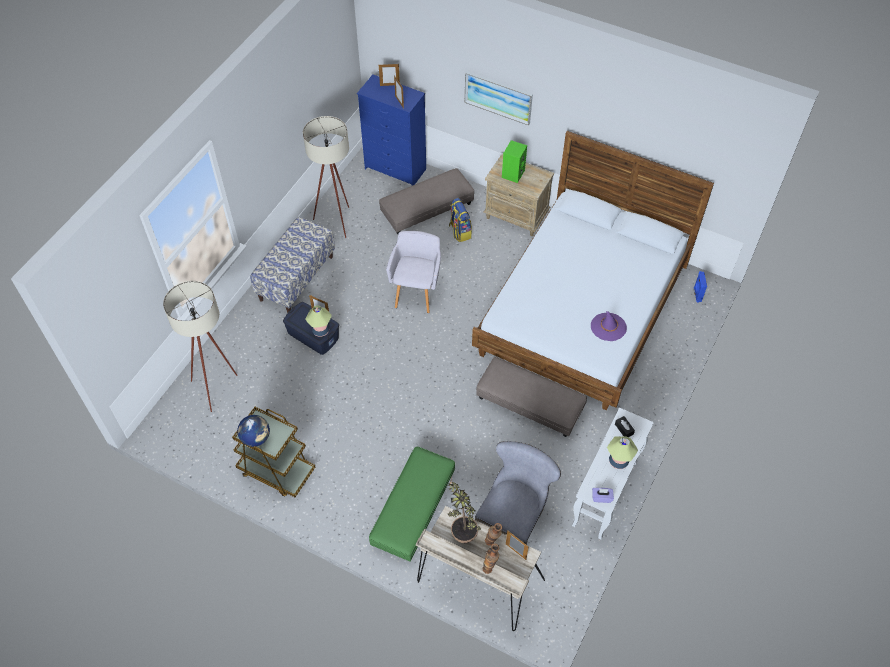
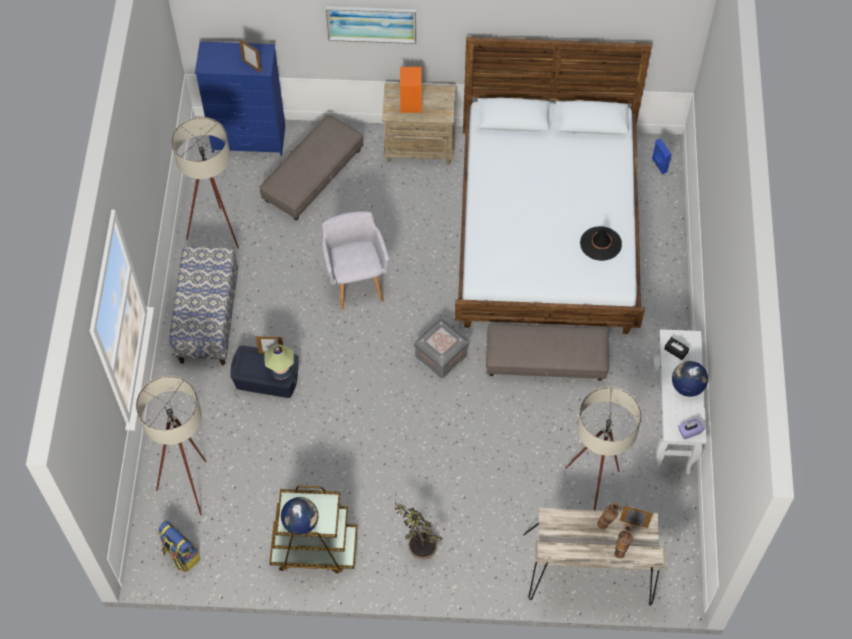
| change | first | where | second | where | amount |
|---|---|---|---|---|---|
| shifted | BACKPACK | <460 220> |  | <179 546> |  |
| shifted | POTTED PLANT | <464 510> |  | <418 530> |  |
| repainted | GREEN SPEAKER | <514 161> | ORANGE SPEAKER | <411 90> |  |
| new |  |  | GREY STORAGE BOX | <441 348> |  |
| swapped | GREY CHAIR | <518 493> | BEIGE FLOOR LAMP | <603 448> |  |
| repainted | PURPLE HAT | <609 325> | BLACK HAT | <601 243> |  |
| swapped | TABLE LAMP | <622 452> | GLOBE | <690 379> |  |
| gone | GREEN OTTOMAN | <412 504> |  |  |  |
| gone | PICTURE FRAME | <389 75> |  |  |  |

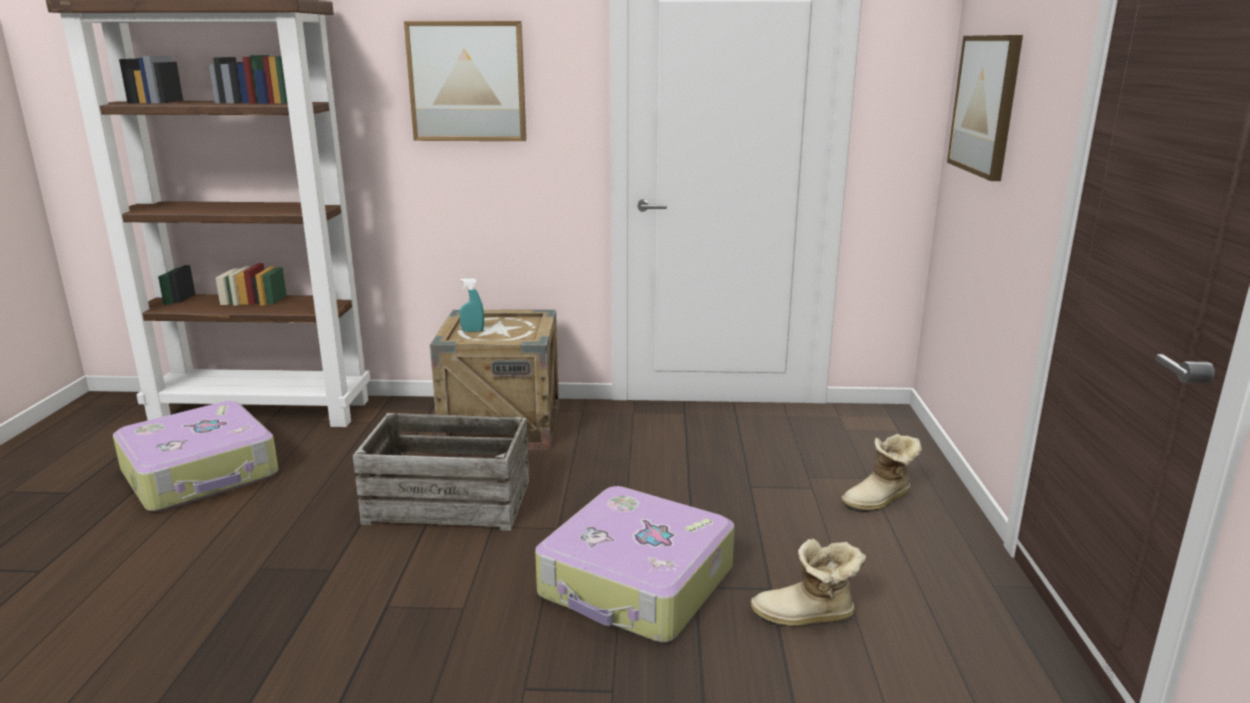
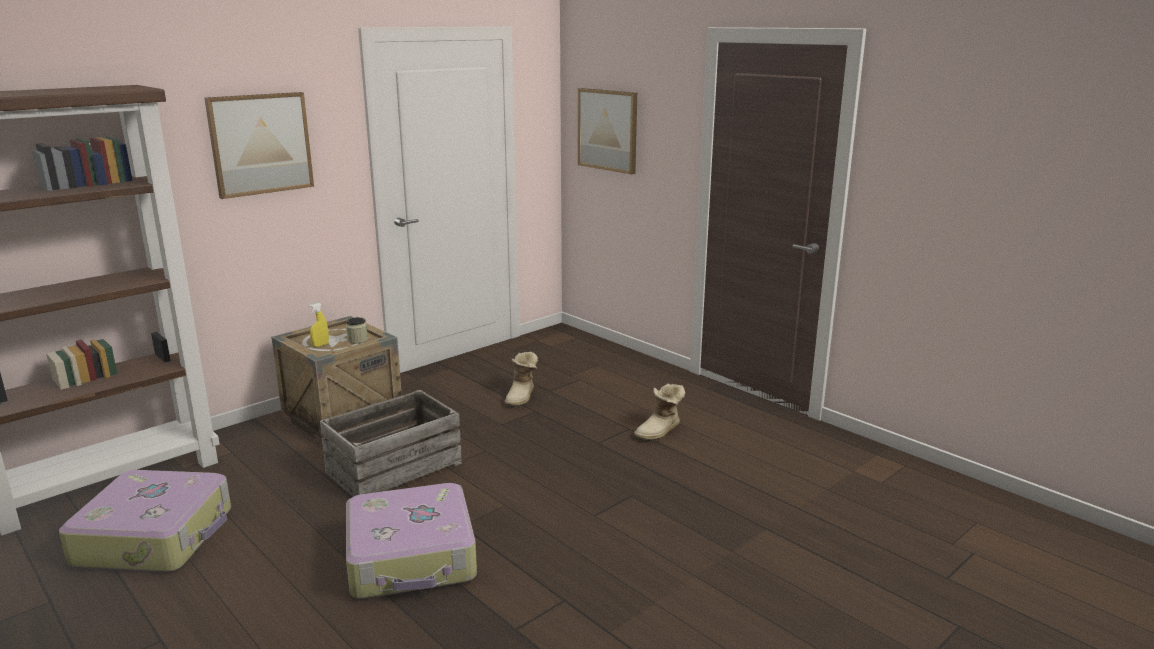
| change | first | where | second | where | amount |
|---|---|---|---|---|---|
| repainted | TURQUOISE SPRAY BOTTLE | <471 305> | YELLOW SPRAY BOTTLE | <319 324> |  |
| new |  |  | JAR | <357 330> |  |
| shifted | SUITCASE | <635 564> |  | <411 540> |  |
| shifted | BOOT | <881 473> |  | <521 380> |  |

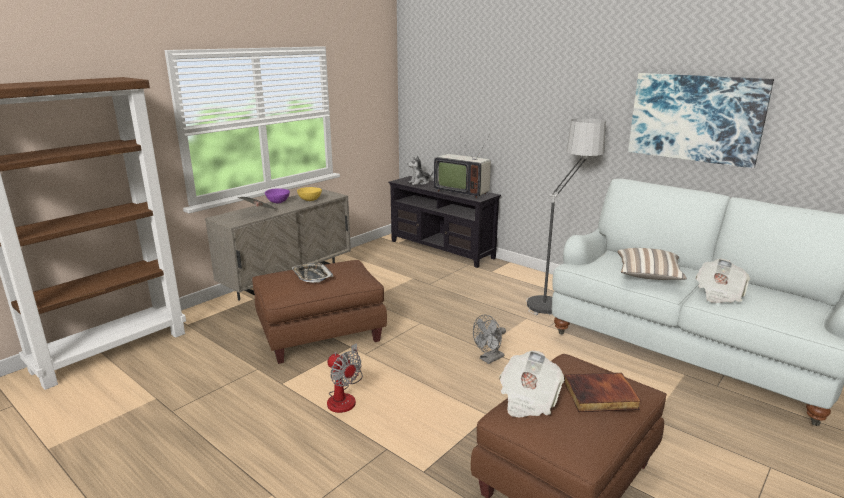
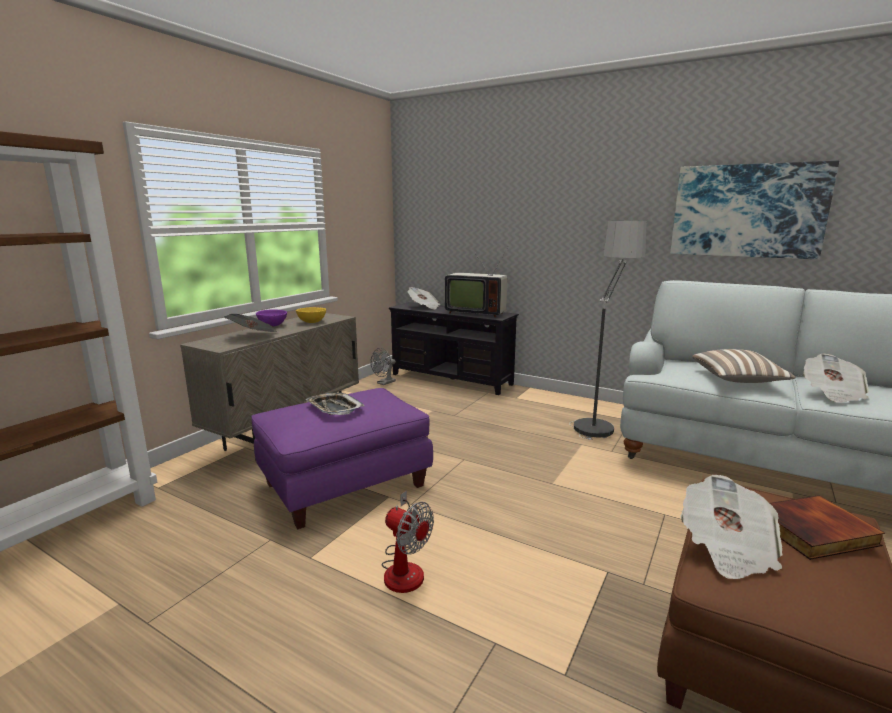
| change | first | where | second | where | amount |
|---|---|---|---|---|---|
| repainted | BROWN OTTOMAN | <319 312> | PURPLE OTTOMAN | <342 458> |  |
| shifted | GREY FAN | <489 339> |  | <383 366> |  |
| swapped | PLUSH TOY | <420 170> | NEWSPAPER | <423 298> |  |

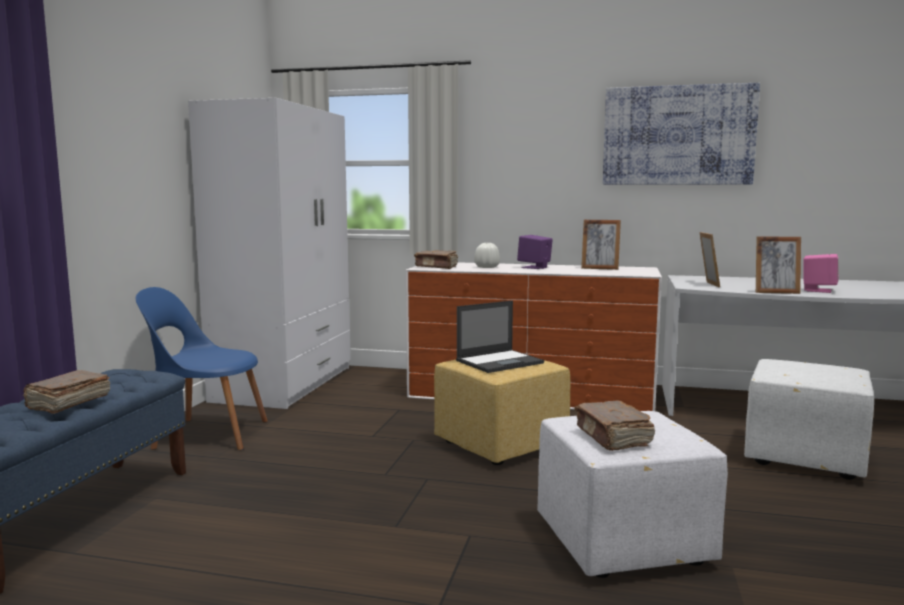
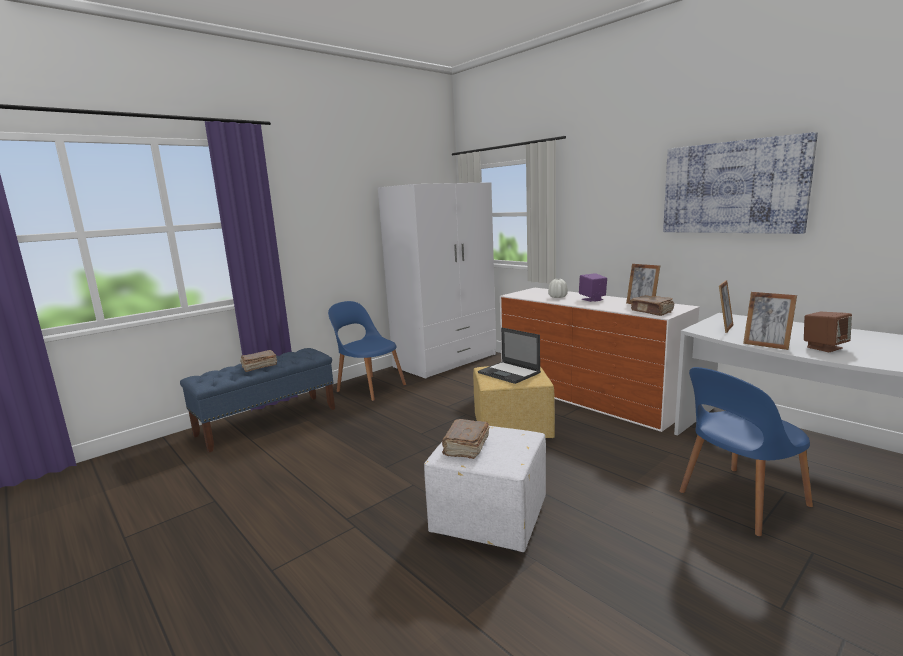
| change | first | where | second | where | amount |
|---|---|---|---|---|---|
| rotated | LAPTOP | <500 336> |  | <509 355> | 45 degrees clockwise |
| shifted | BROWN BOOK | <436 260> |  | <652 305> |  |
| swapped | WHITE OTTOMAN | <809 419> | BLUE CHAIR | <746 452> |  |
| repainted | PINK SPEAKER | <821 273> | BROWN SPEAKER | <828 332> |  |

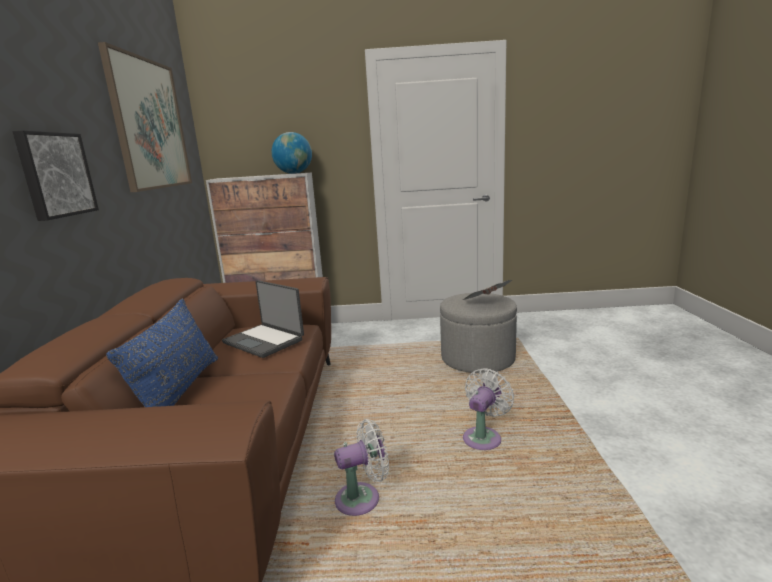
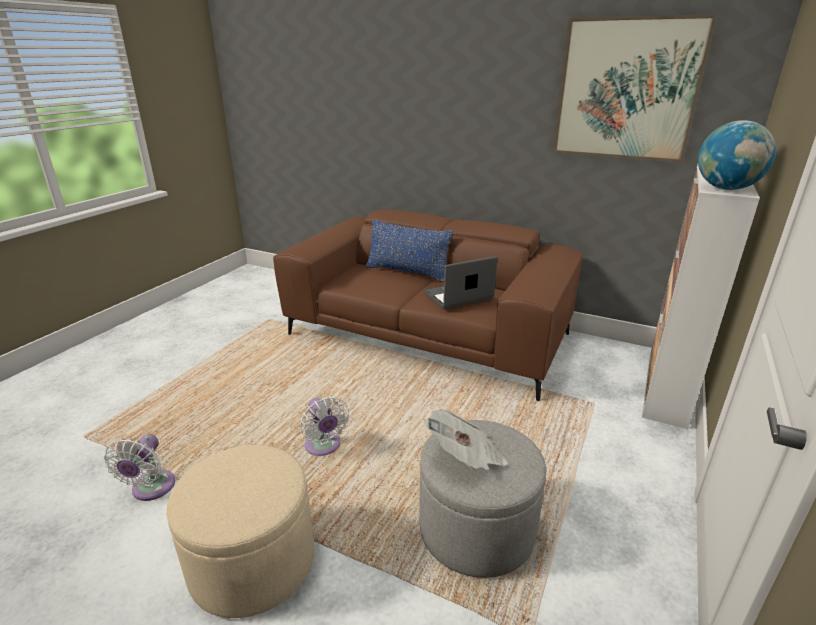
| change | first | where | second | where | amount |
|---|---|---|---|---|---|
| shifted | WHITE FAN | <361 467> |  | <139 467> |  |
| new |  |  | BEIGE OTTOMAN | <240 531> |  |
| gone | PICTURE | <56 176> |  |  |  |

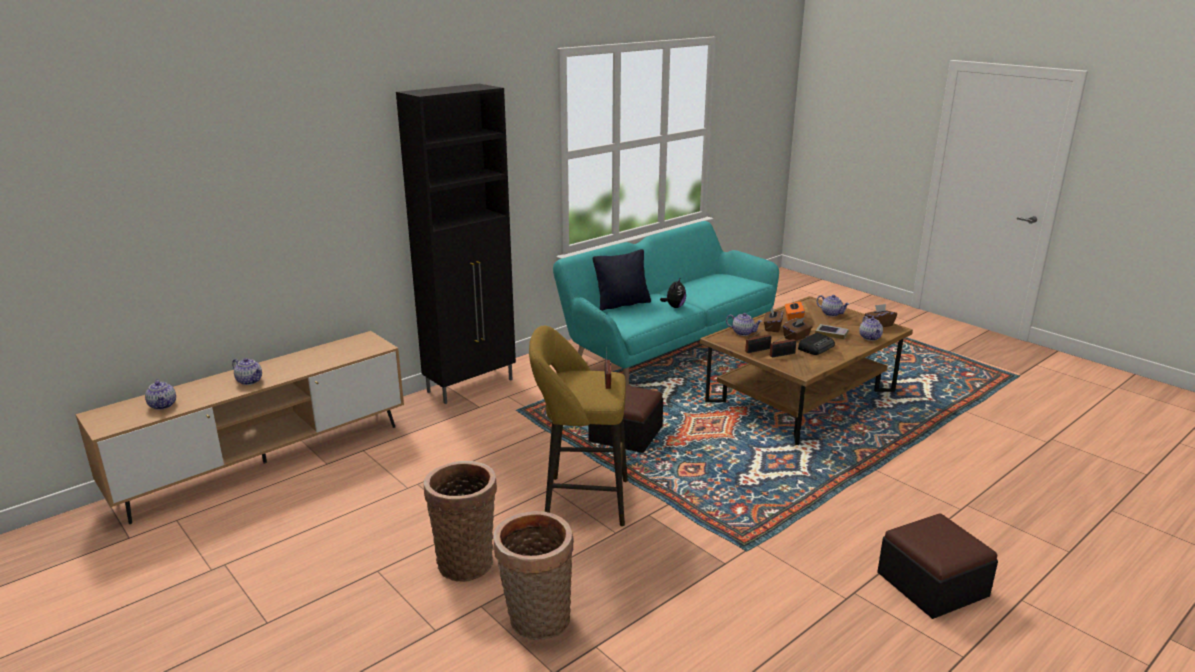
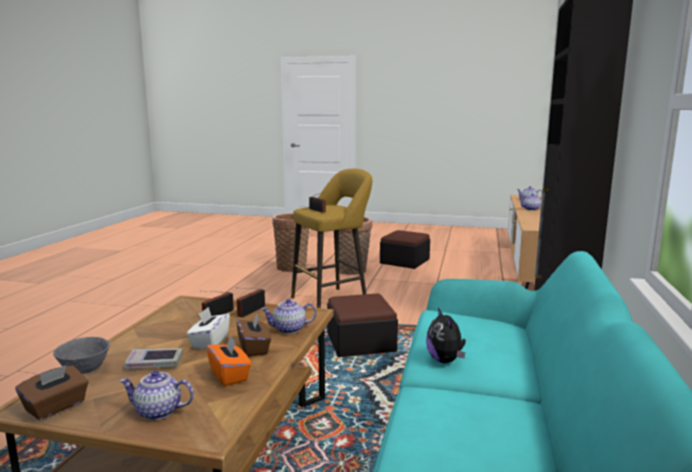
| change | first | where | second | where | amount |
|---|---|---|---|---|---|
| swapped | TEAPOT | <871 328> | GREY BOWL | <81 355> |  |
| repainted | BROWN TISSUE BOX | <798 329> | WHITE TISSUE BOX | <208 328> |  |
| shifted | OTTOMAN | <937 566> |  | <405 249> |  |
| gone | BLACK PILLOW | <622 280> |  |  |  |
| gone | RADIO | <816 343> |  |  |  |

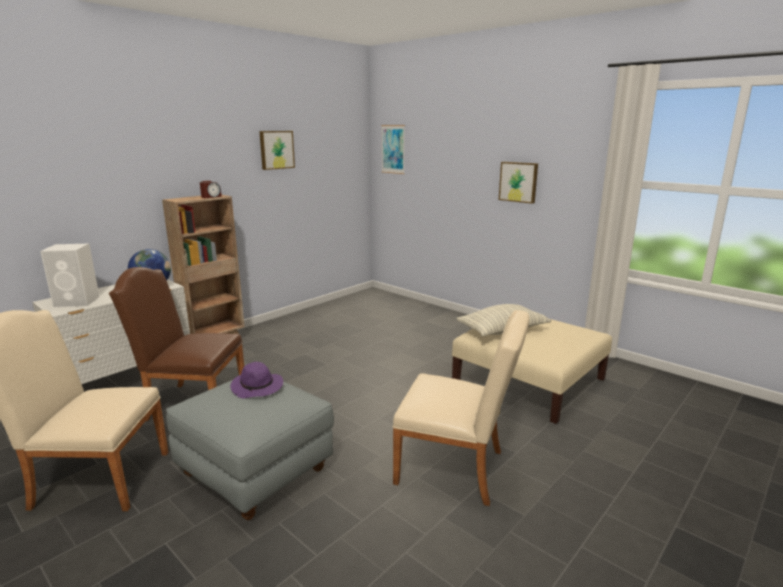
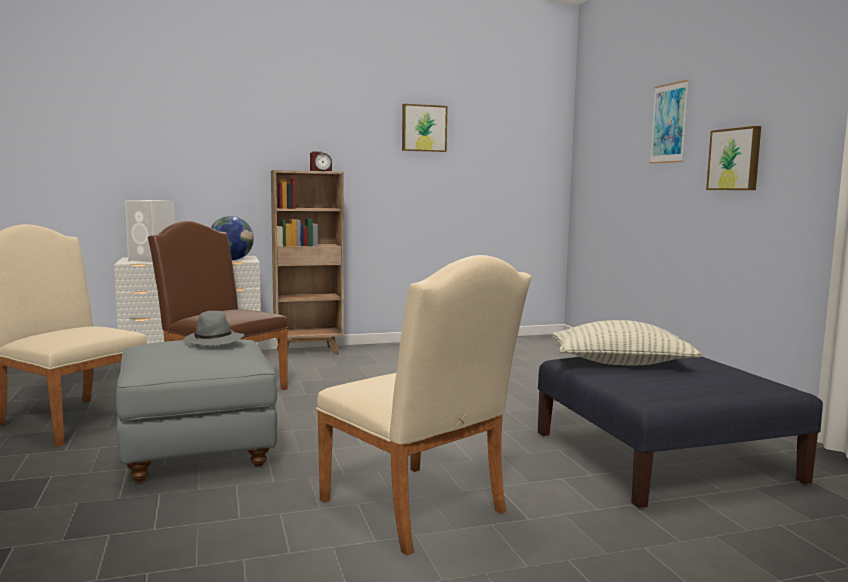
| change | first | where | second | where | amount |
|---|---|---|---|---|---|
| repainted | PURPLE HAT | <256 380> | GREY HAT | <214 328> |  |
| repainted | BEIGE OTTOMAN | <532 371> | BLUE OTTOMAN | <680 432> |  |
| shifted | PICTURE | <393 149> |  | <669 122> |  |

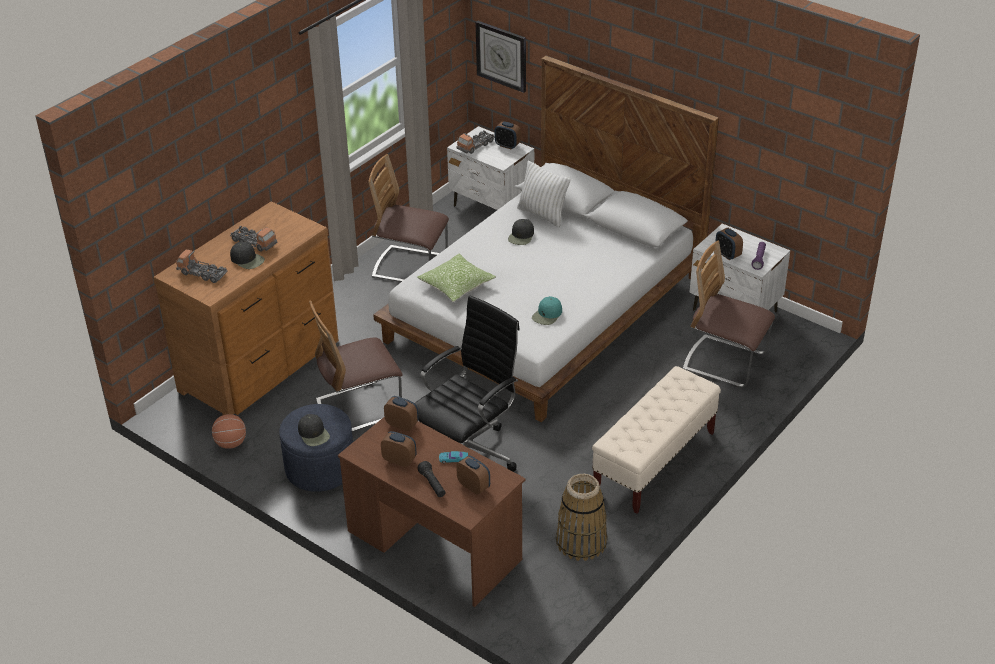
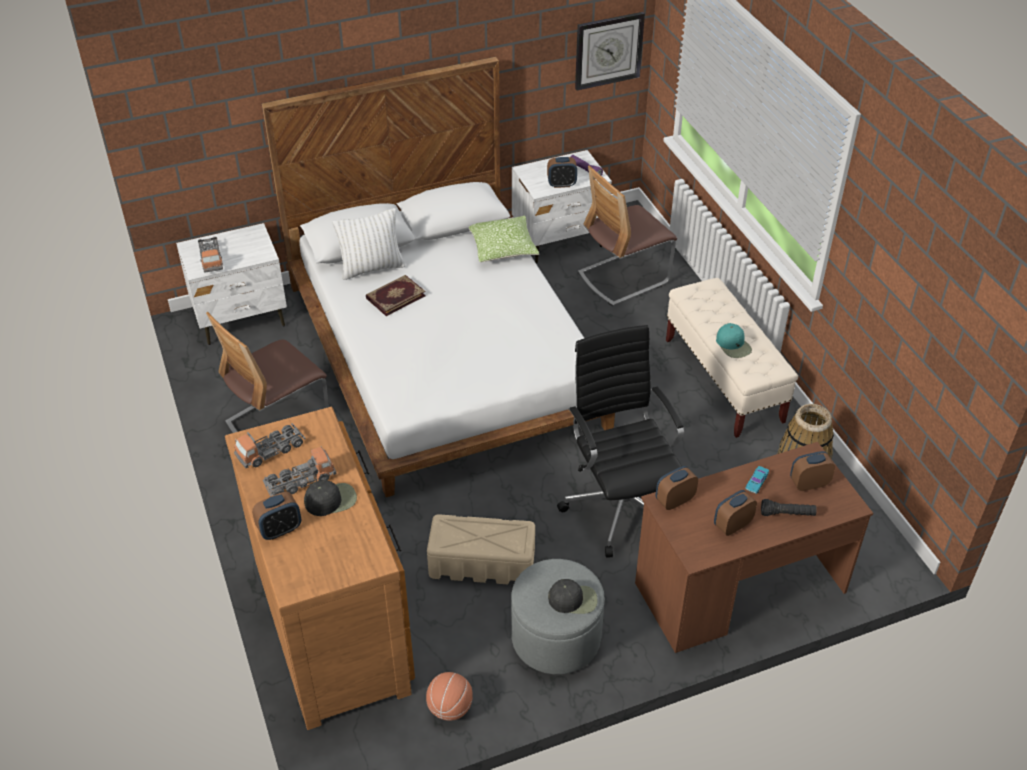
| change | first | where | second | where | amount |
|---|---|---|---|---|---|
| shifted | TOY TRUCK | <202 266> |  | <270 445> |  |
| shifted | ALARM CLOCK | <507 135> |  | <276 516> |  |
| swapped | BLACK CAP | <521 232> | BOOK | <396 295> |  |
| swapped | CHAIR | <356 366> | BEIGE STORAGE BOX | <481 549> |  |
| shifted | PILLOW | <456 278> |  | <504 239> |  |
| repainted | BLUE OTTOMAN | <316 448> | GREY OTTOMAN | <558 616> |  |
| shifted | WALL CLOCK | <500 57> |  | <610 51> |  |
| shifted | TURQUOISE CAP | <547 310> |  | <734 340> |  |

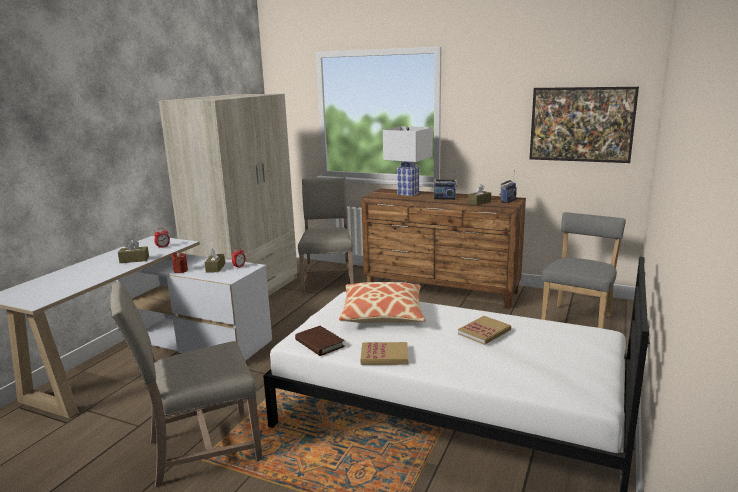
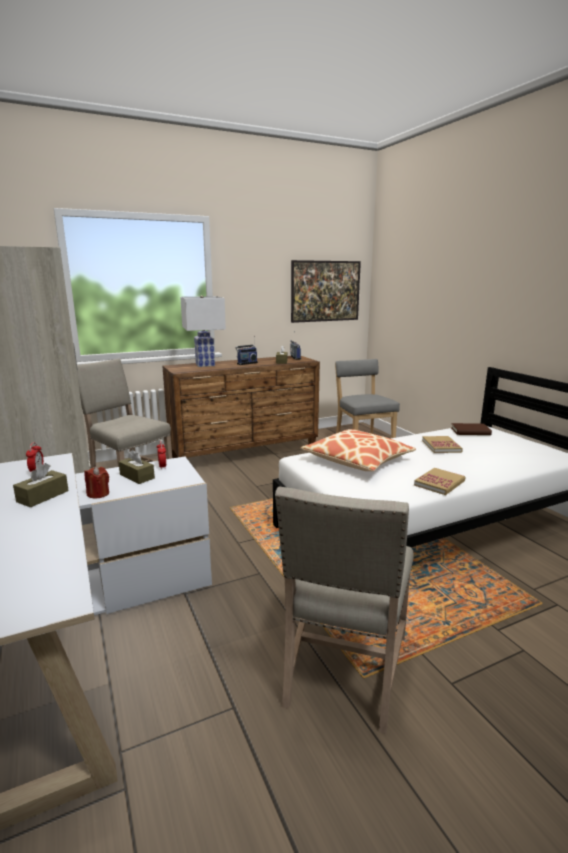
| change | first | where | second | where | amount |
|---|---|---|---|---|---|
| shifted | BROWN BOOK | <320 341> |  | <471 429> |  |

